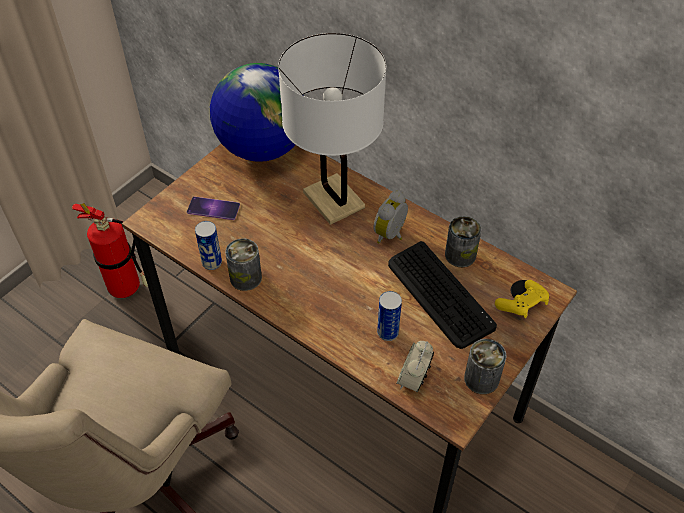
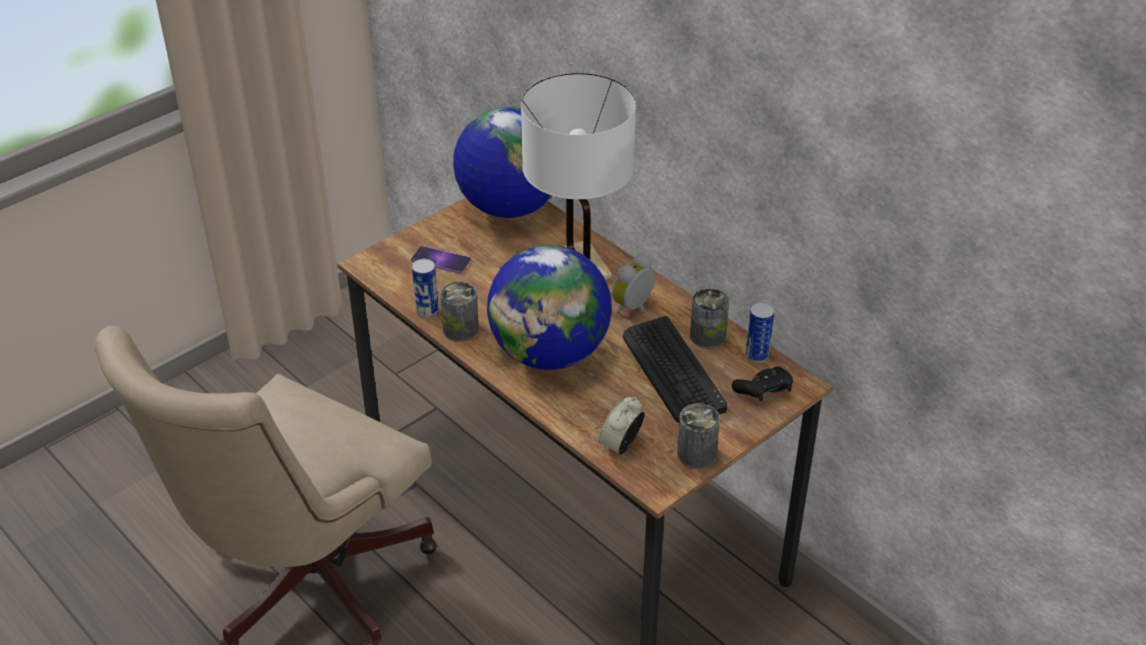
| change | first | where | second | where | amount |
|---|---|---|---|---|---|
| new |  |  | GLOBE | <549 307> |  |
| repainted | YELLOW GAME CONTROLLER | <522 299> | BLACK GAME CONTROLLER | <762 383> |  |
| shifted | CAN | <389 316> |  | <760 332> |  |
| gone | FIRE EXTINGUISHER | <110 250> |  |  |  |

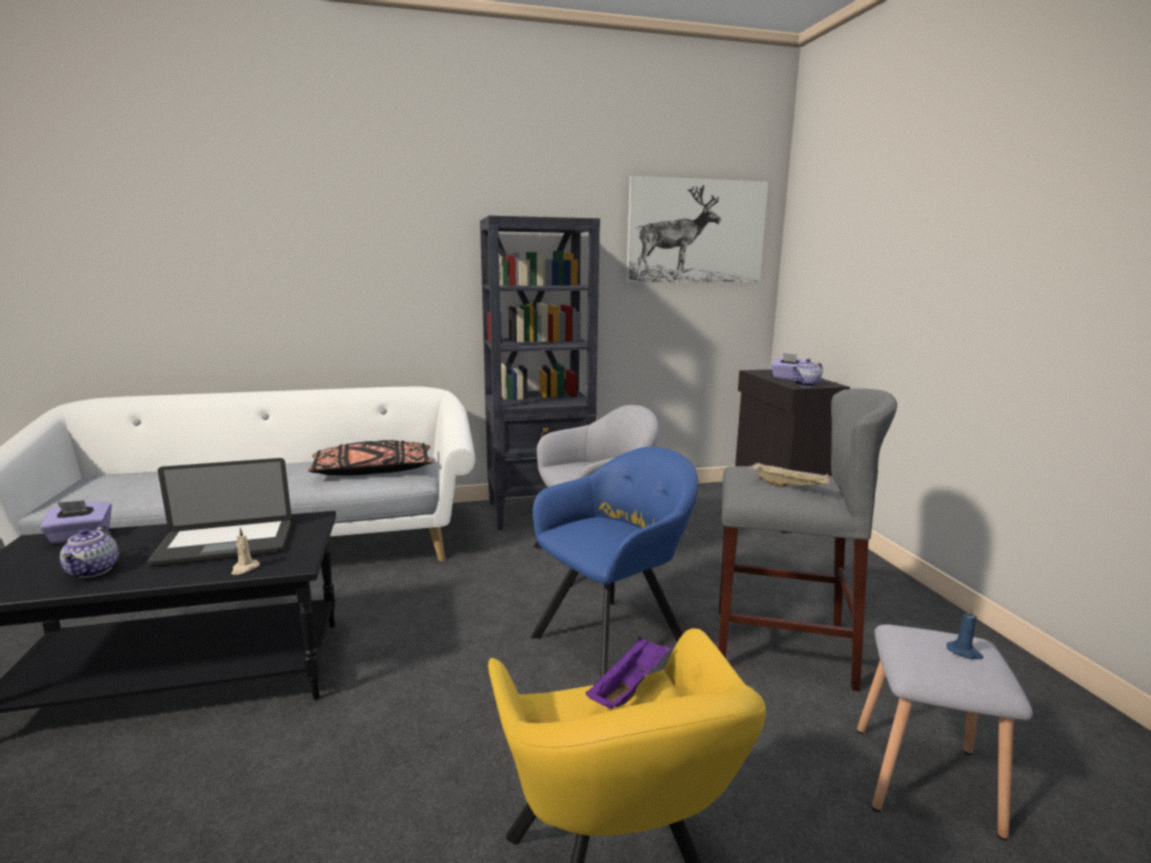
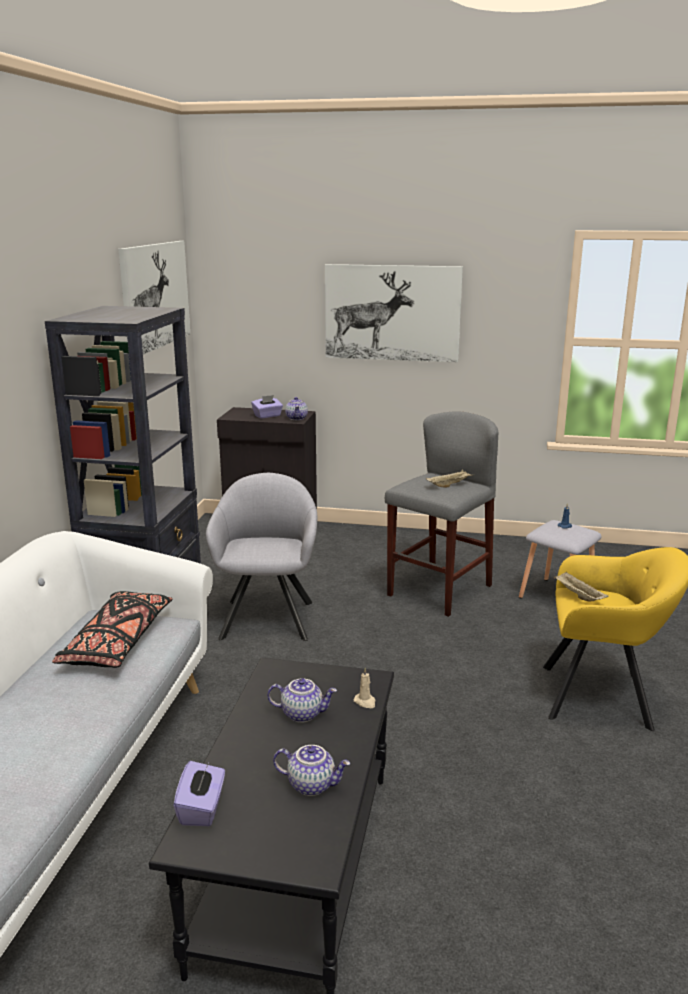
| change | first | where | second | where | amount |
|---|---|---|---|---|---|
| swapped | LAPTOP | <219 512> | TEAPOT | <302 700> |  |
| new |  |  | PICTURE | <394 313> |  |
| repainted | PURPLE TRAY | <629 672> | BEIGE TRAY | <581 587> |  |
| gone | BLUE ARMCHAIR | <614 562> |  |  |  |

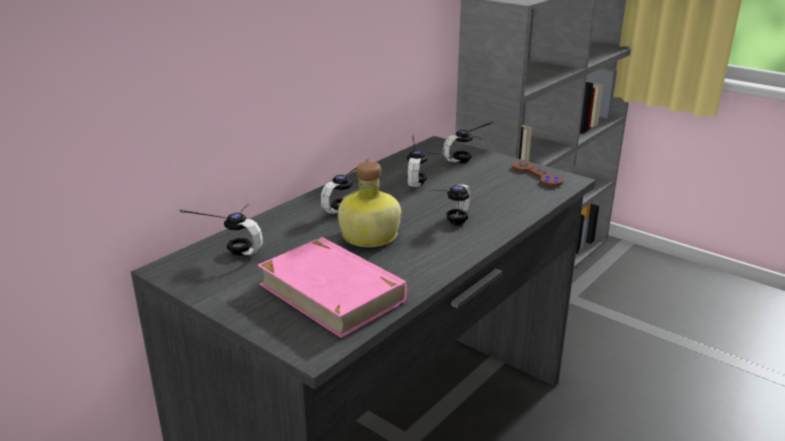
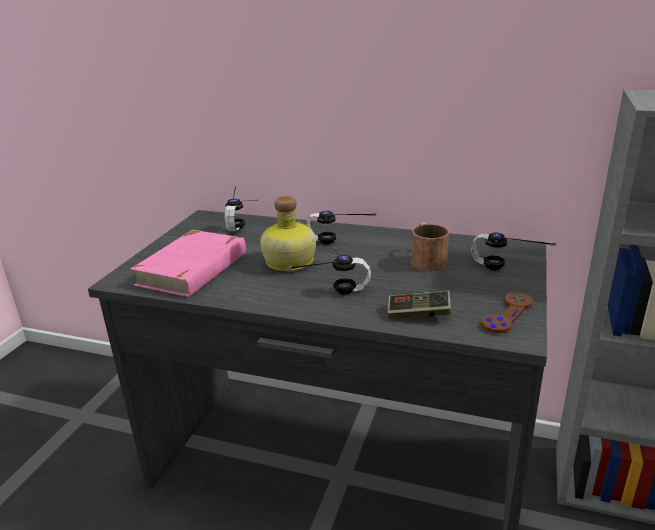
| change | first | where | second | where | amount |
|---|---|---|---|---|---|
| new |  |  | GAME CONTROLLER | <419 304> |  |
| swapped | HEADPHONES | <425 161> | BROWN MUG | <430 246> |  |

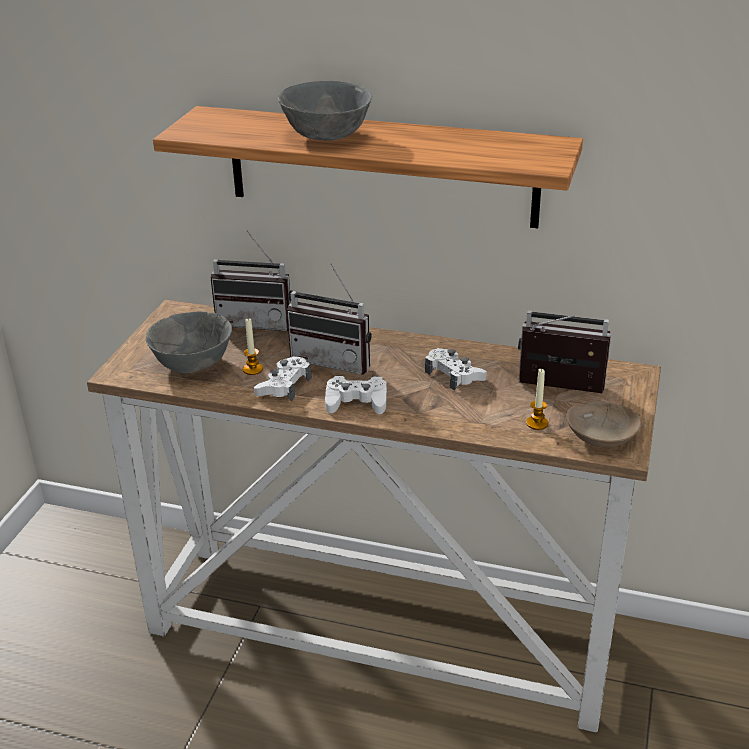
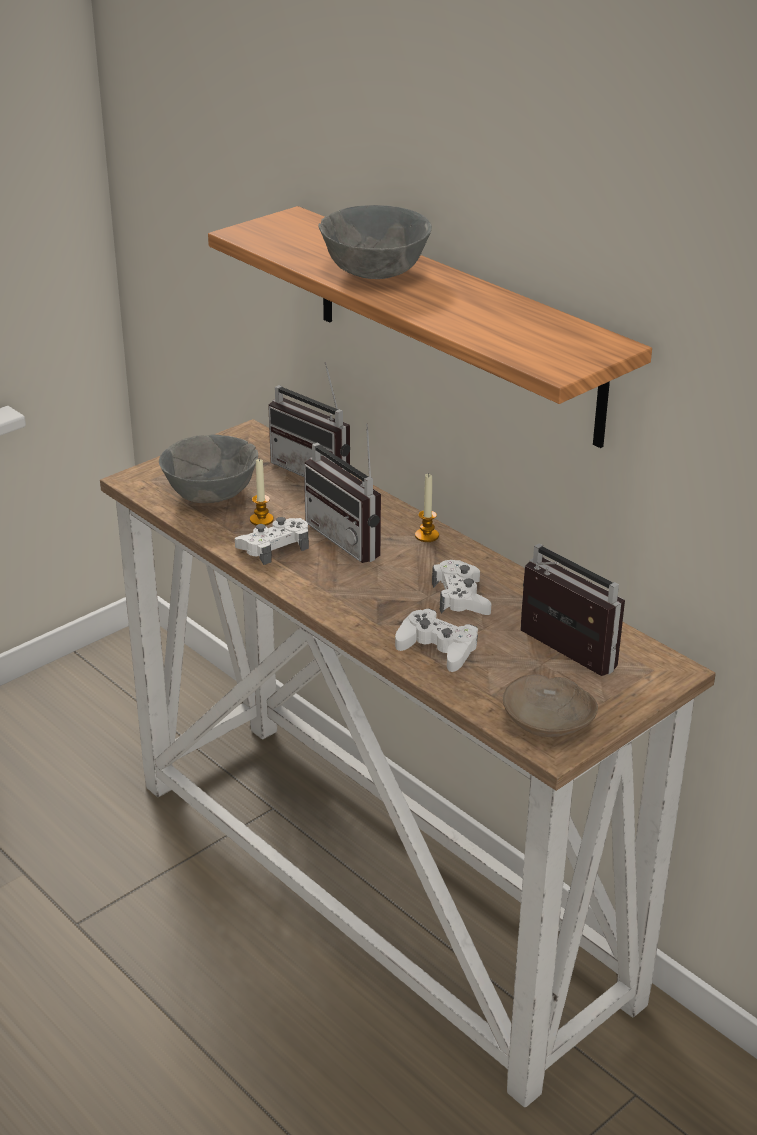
| change | first | where | second | where | amount |
|---|---|---|---|---|---|
| shifted | WHITE GAME CONTROLLER | <356 395> |  | <436 640> |  |
| shifted | CANDLE | <537 399> |  | <427 508> |  |

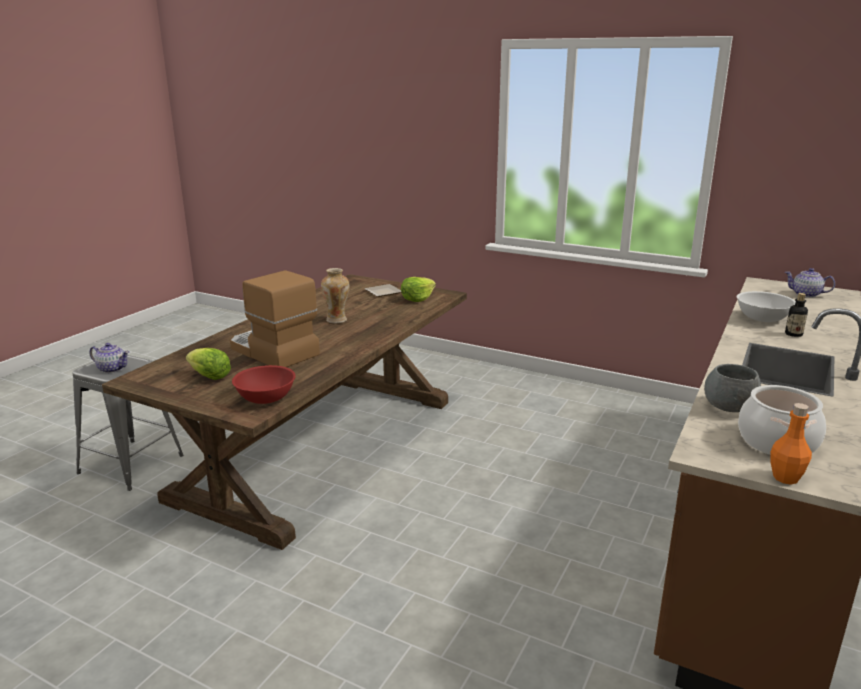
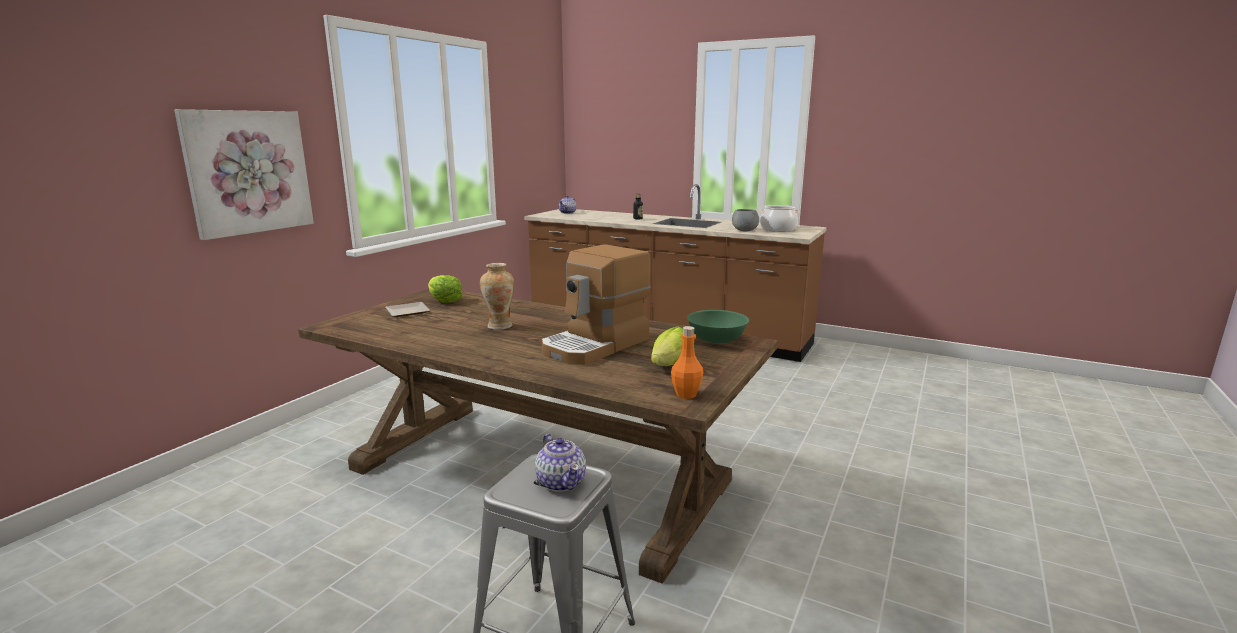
| change | first | where | second | where | amount |
|---|---|---|---|---|---|
| new |  |  | PICTURE | <244 174> |  |
| rotated | TEAPOT | <109 358> |  | <560 463> | 135 degrees clockwise |
| shifted | ORANGE BOTTLE | <791 444> |  | <687 362> |  |
| repainted | RED BOWL | <264 384> | GREEN BOWL | <718 326> |  |
| gone | WHITE BOWL | <766 306> |  |  |  |

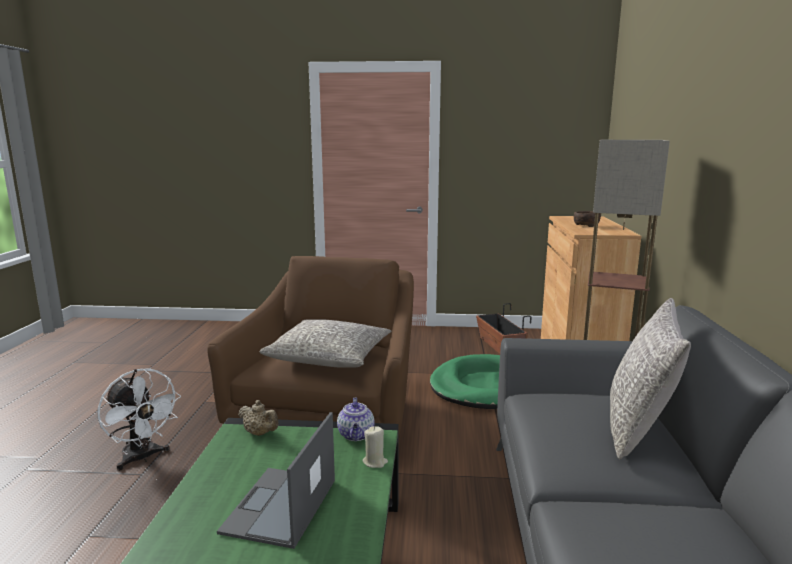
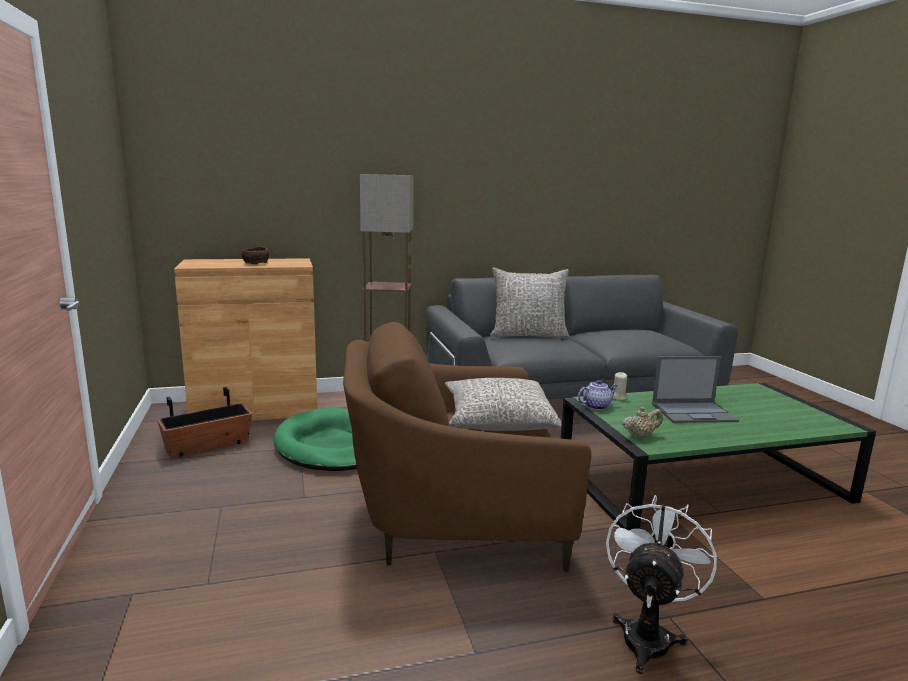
| change | first | where | second | where | amount |
|---|---|---|---|---|---|
| rotated | BEIGE TEAPOT | <258 418> |  | <642 422> | 60 degrees clockwise |

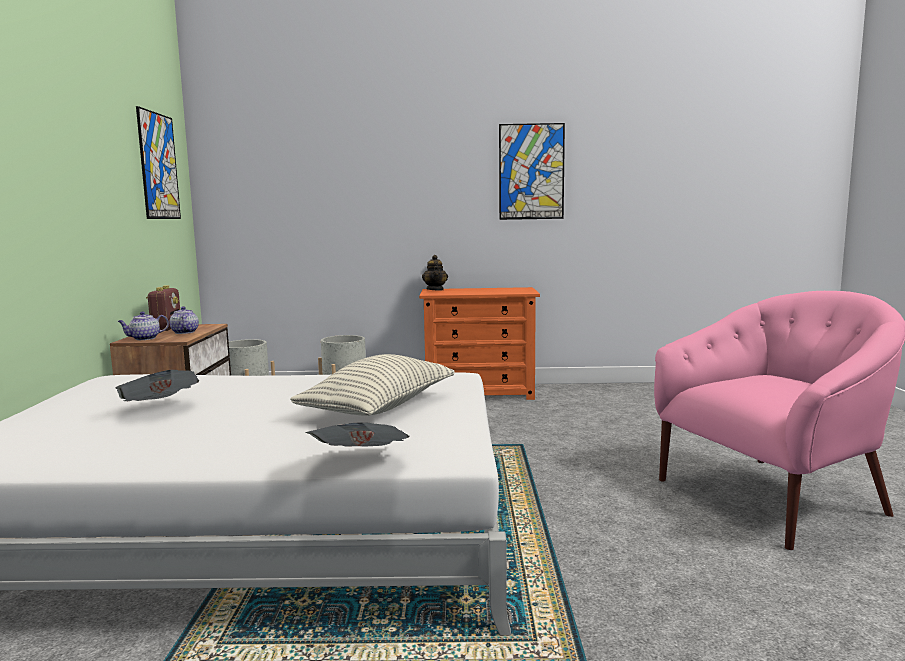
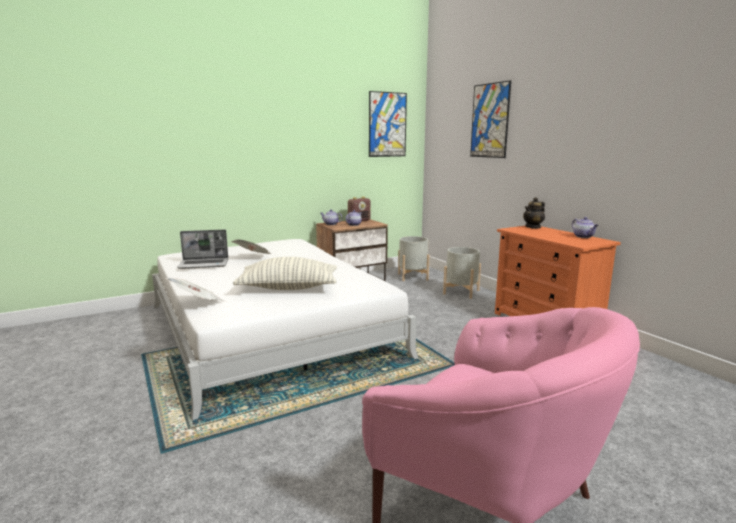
| change | first | where | second | where | amount |
|---|---|---|---|---|---|
| new |  |  | LAPTOP | <202 249> |  |
| shifted | PICTURE | <532 171> |  | <490 119> |  |
| new |  |  | TEAPOT | <585 227> |  |

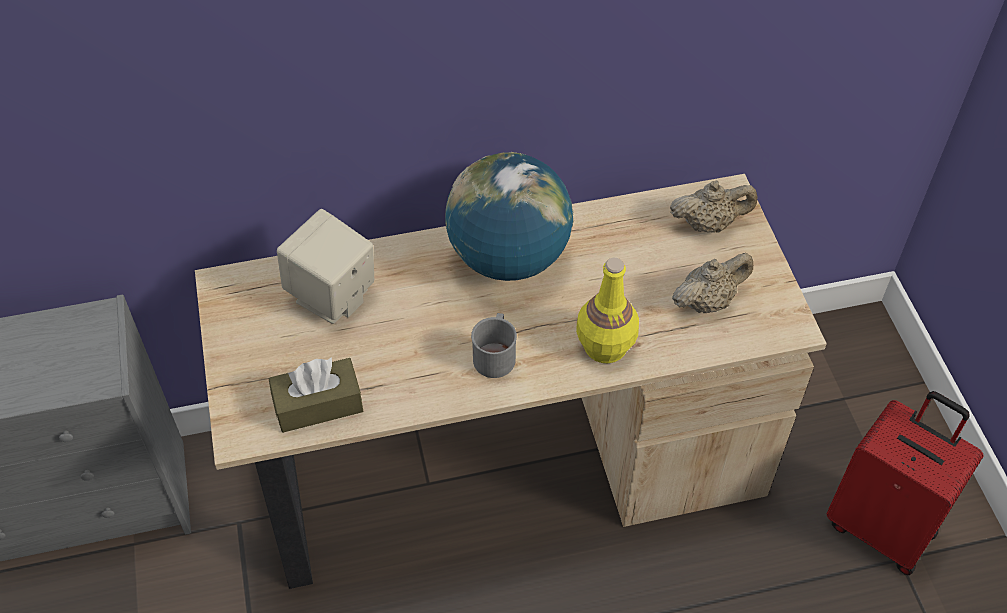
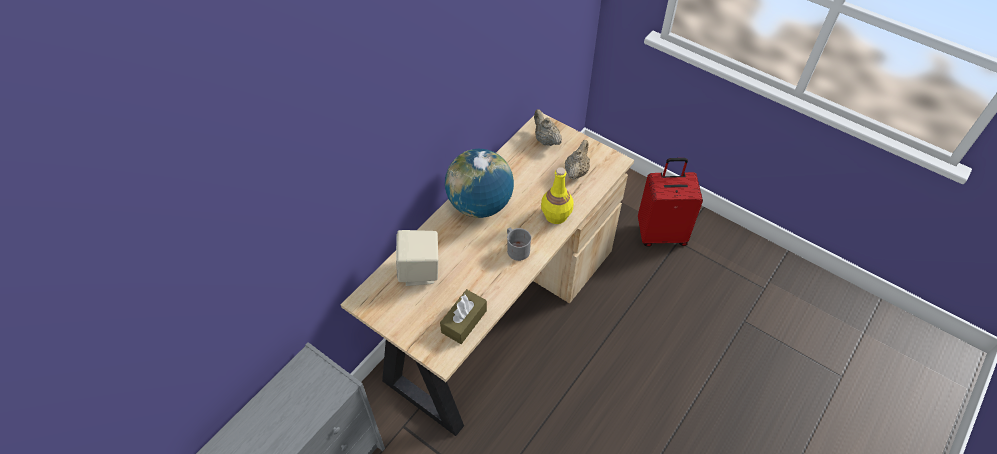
| change | first | where | second | where | amount |
|---|---|---|---|---|---|
| rotated | BEIGE TEAPOT | <714 207> |  | <548 127> | 75 degrees counterclockwise |

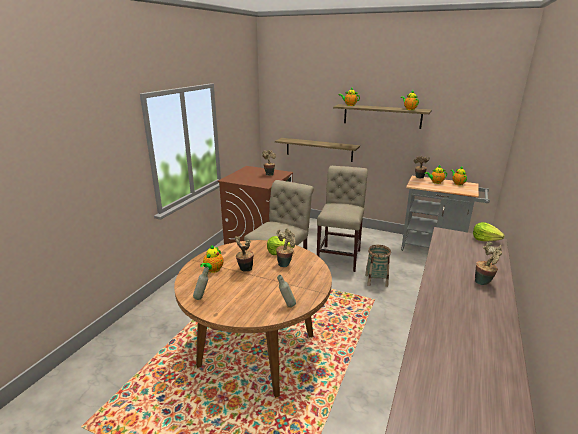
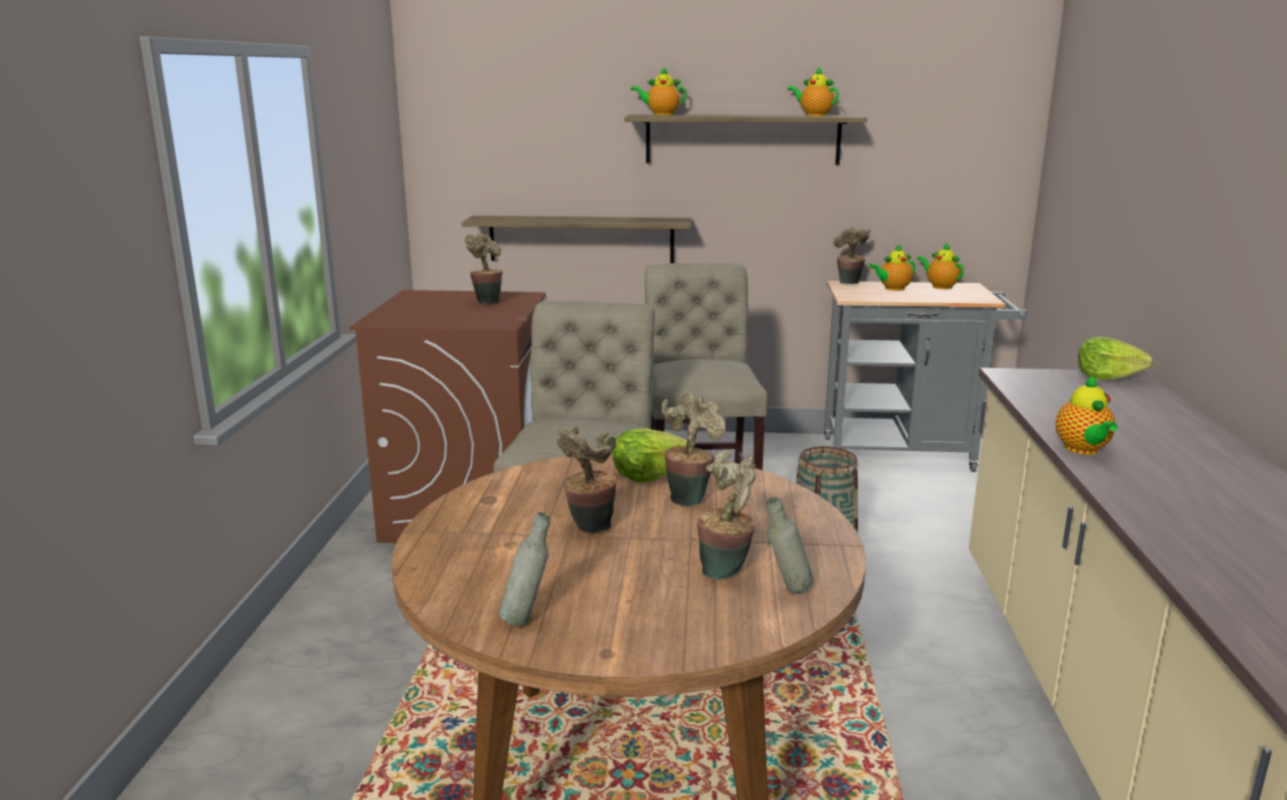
| change | first | where | second | where | amount |
|---|---|---|---|---|---|
| shifted | POTTED PLANT | <488 263> |  | <726 515> |  |
| shifted | TEAPOT | <212 259> |  | <1086 415> |  |

